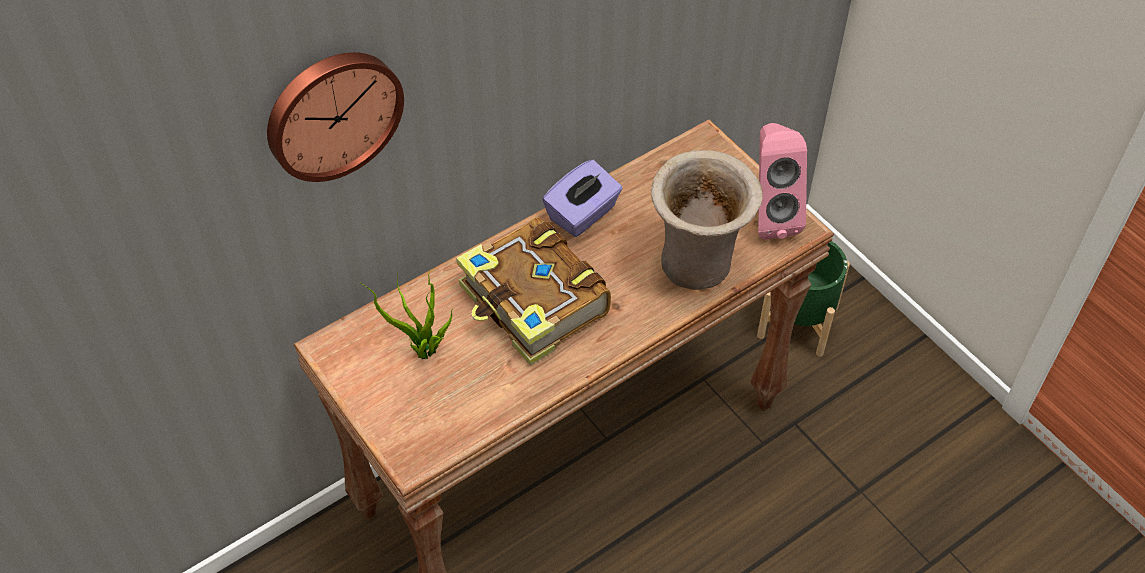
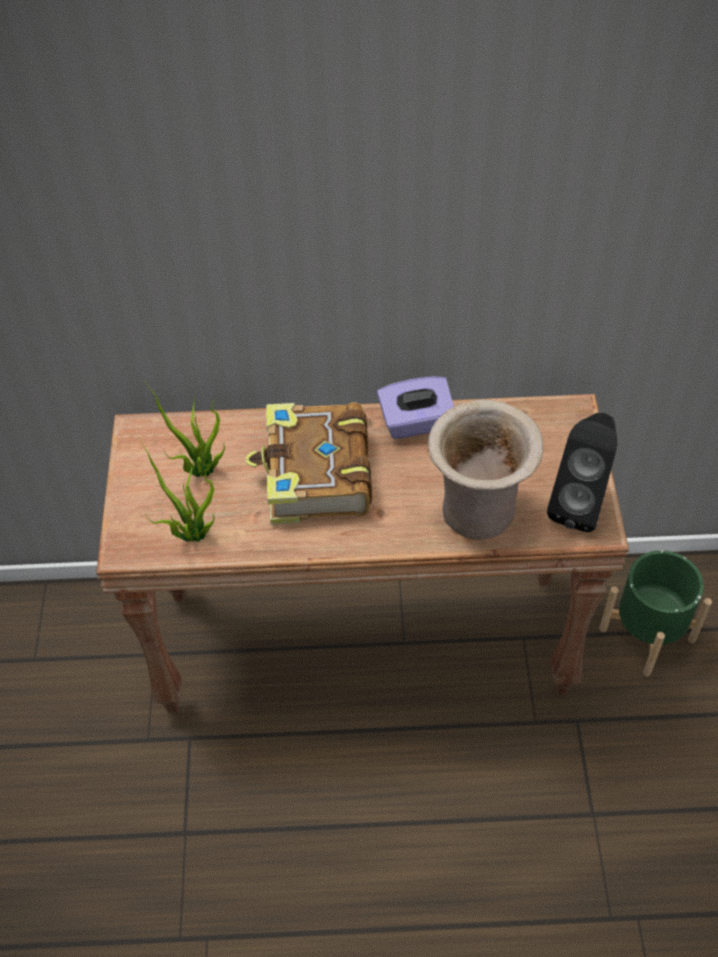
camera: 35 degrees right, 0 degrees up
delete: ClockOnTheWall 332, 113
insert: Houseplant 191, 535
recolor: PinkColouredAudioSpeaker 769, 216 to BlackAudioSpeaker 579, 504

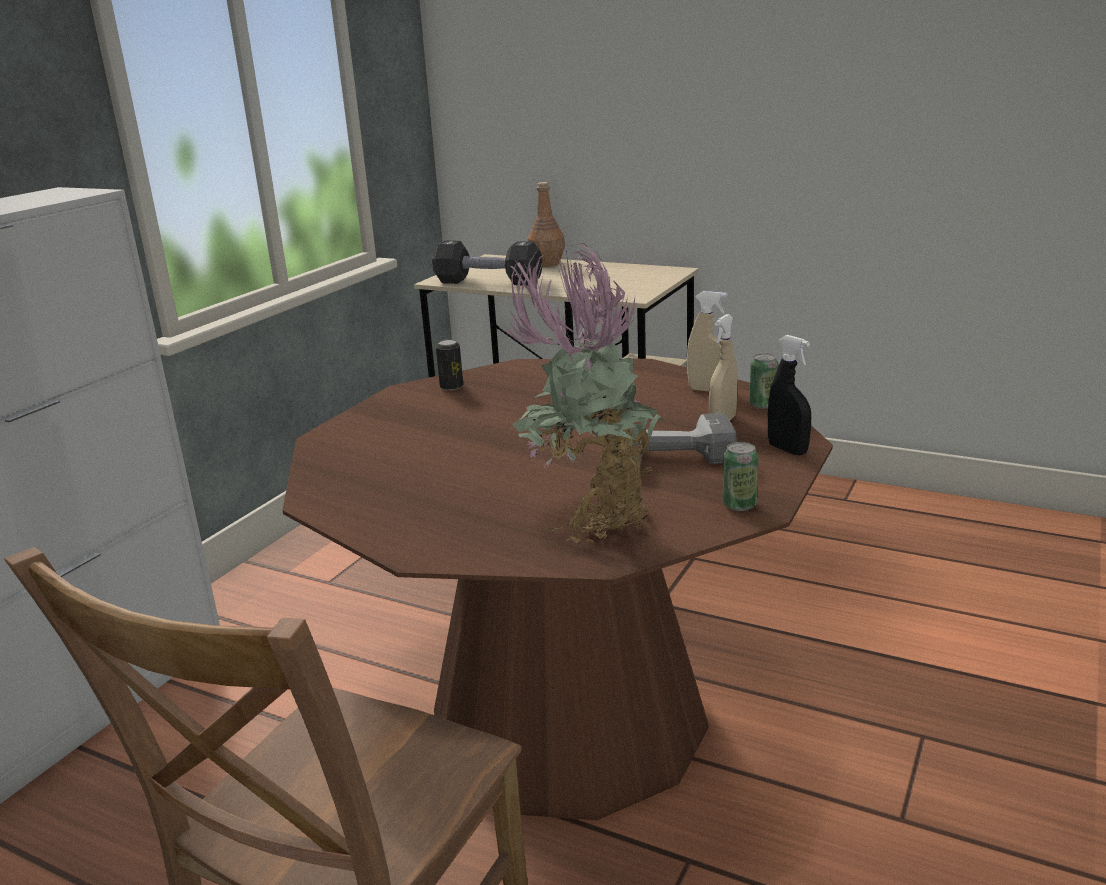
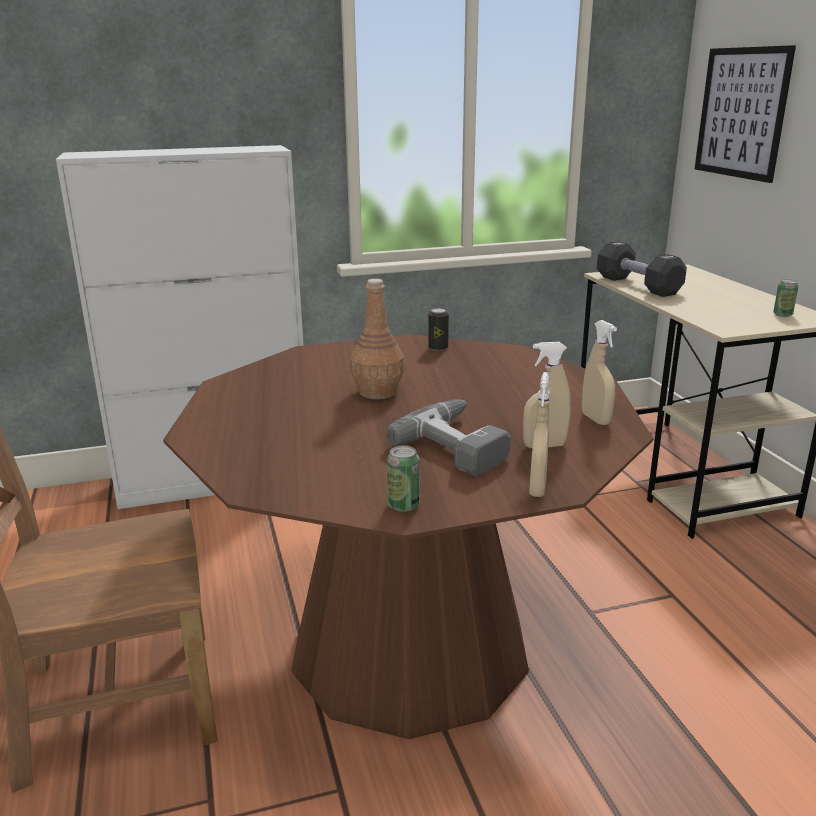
camera: 45 degrees right, 0 degrees up
delete: Houseplant 590, 519
insert: Picture 741, 113
move: BrownColouredDrinkBottle 547, 263 to 377, 392; MetalCan 763, 405 to 782, 315
recolor: BlackSprayBottle 787, 449 to BeigeSprayBottle 537, 488

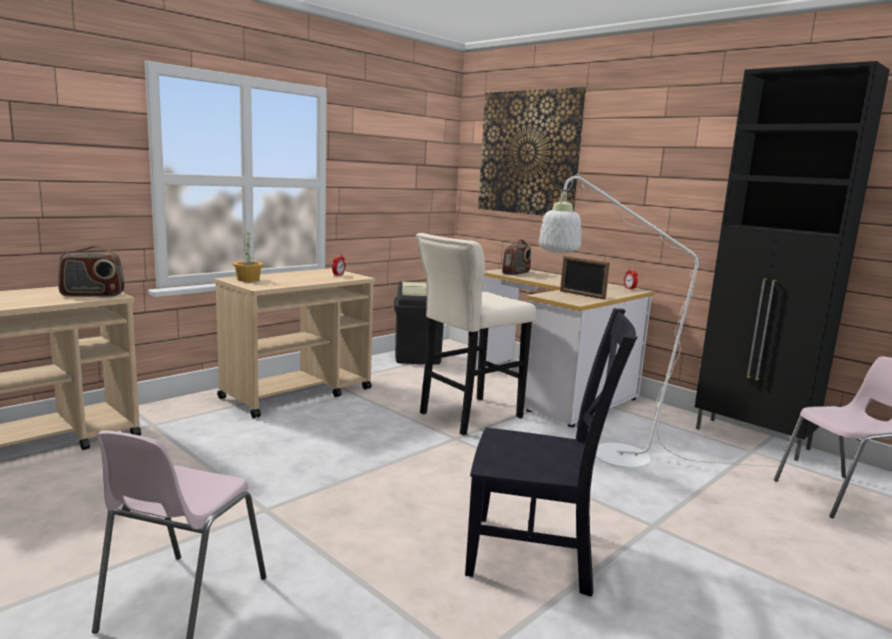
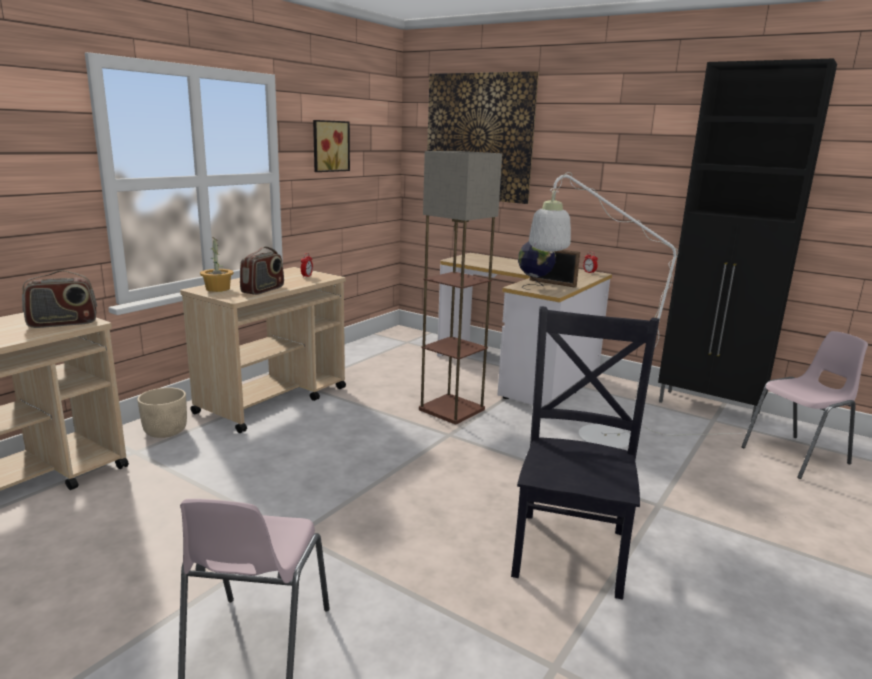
camera: 10 degrees left, 5 degrees up
delete: BlackTrashCan 418, 358
insert: BeigePlantPot 165, 431; Picture 329, 146; DeskGlobe 534, 286
move: RadioReceiver 516, 273 to 263, 290
replace: BeigeStoolSeat 467, 416 to StandingLamp 450, 409
rotate: BlackPlainChair 537, 554 = 571, 548 75 degrees counterclockwise

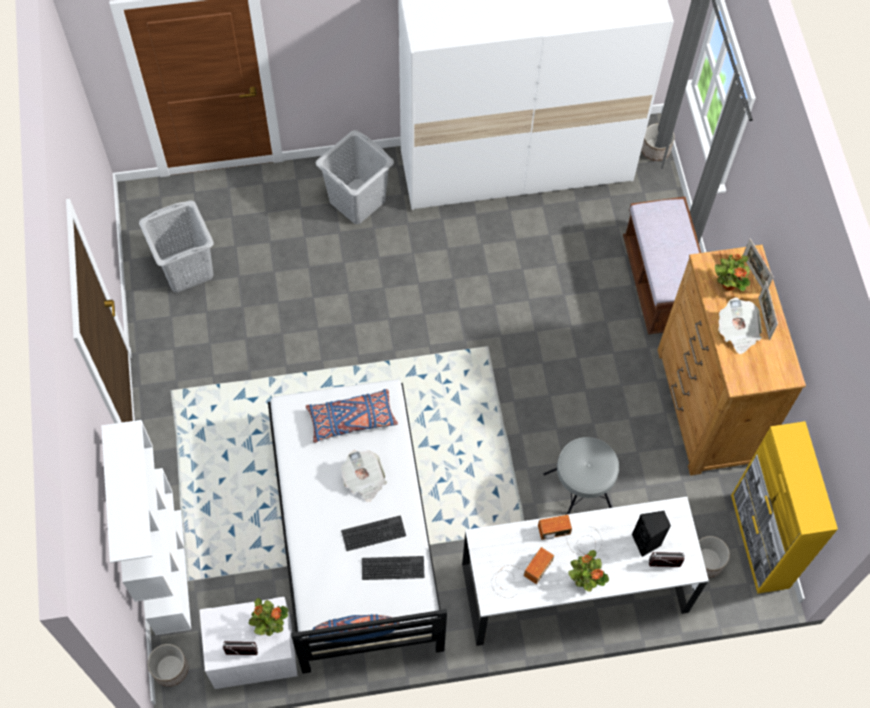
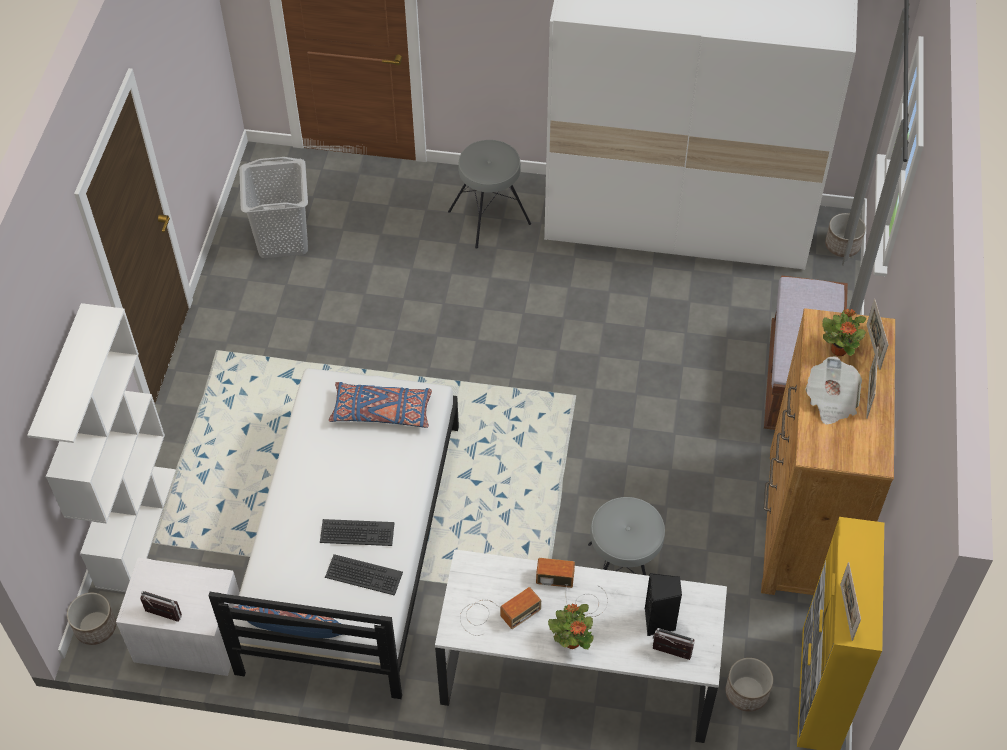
camera: 20 degrees right, 10 degrees down
delete: Houseplant 270, 624; Newspaper 364, 480
insert: PhotoFrame 846, 612
replace: GrayLaundryBasket 358, 201 to GrayStoolSeat 490, 218

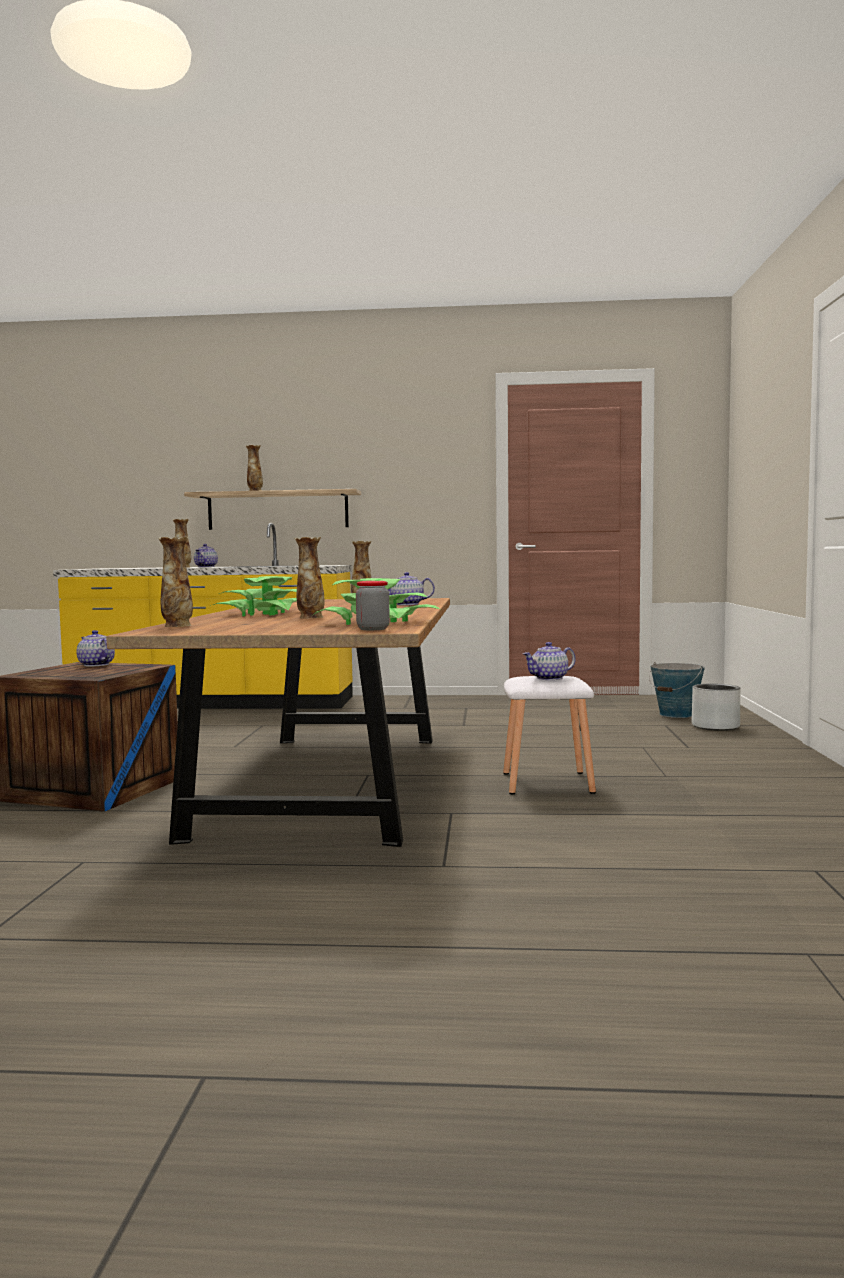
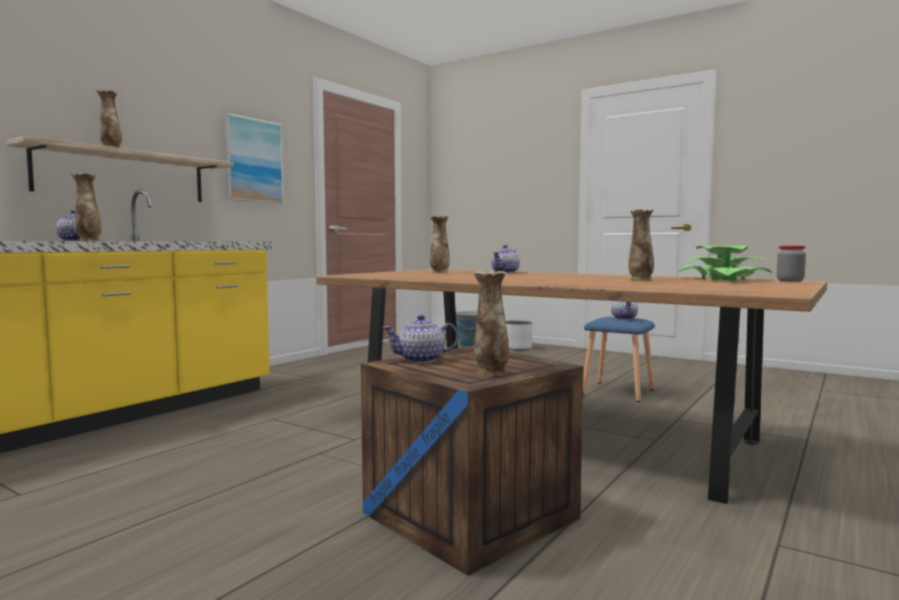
camera: 60 degrees left, 0 degrees up
delete: Houseplant 263, 614
insert: Picture 253, 160
move: Vase 177, 626 to 490, 373
recolor: WhitishStoolSeat 548, 783 to BlueStoolSeat 619, 391

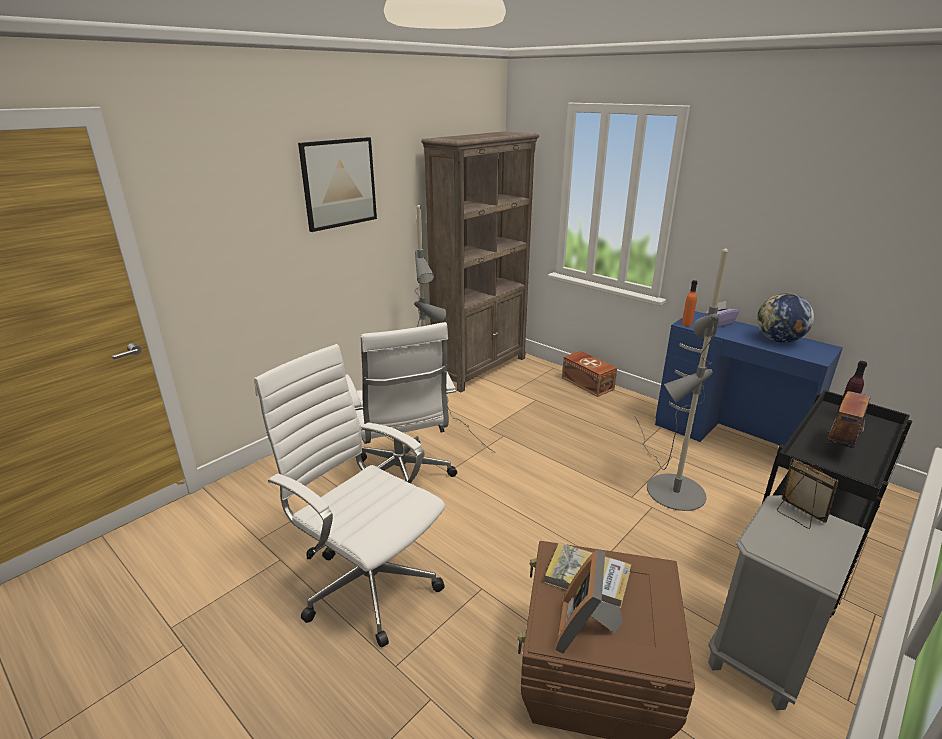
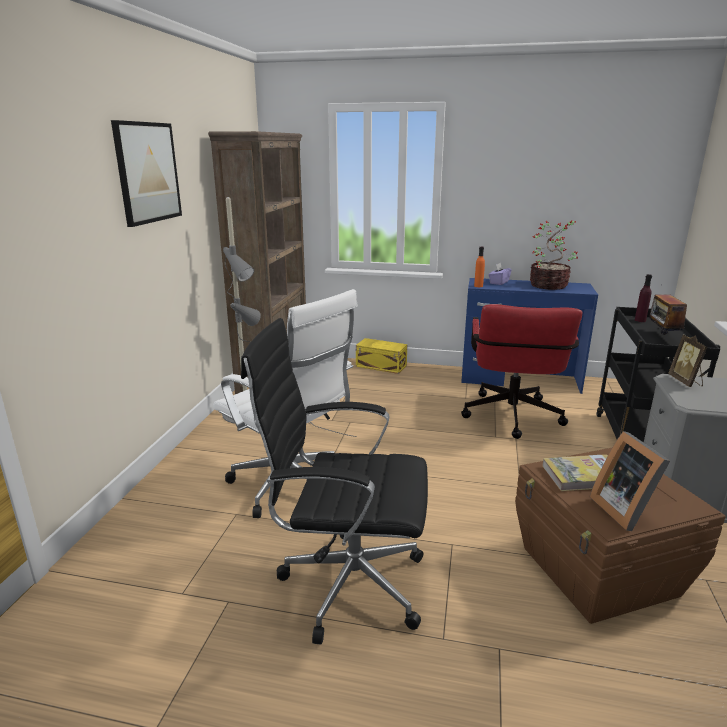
camera: 30 degrees left, 5 degrees down
replace: GrayStandingLamp 670, 483 to RedDeskChair 512, 419; DeskGlobe 778, 340 to Houseplant 549, 285
recolor: WhitishDeskChair 367, 583 to BlackDeskChair 346, 584; BrownColouredStorageContainer 587, 383 to YellowColouredStorageContainer 380, 365
rotate: PhotoFrame 798, 515 = 686, 381 120 degrees counterclockwise

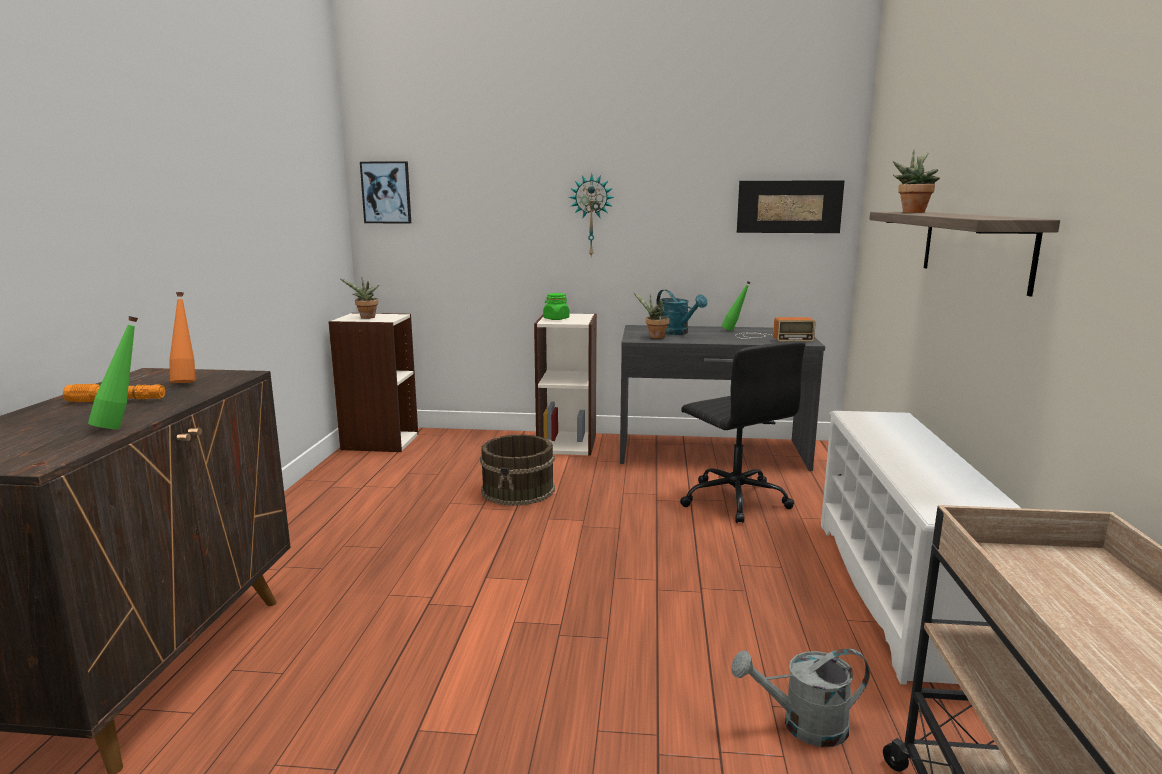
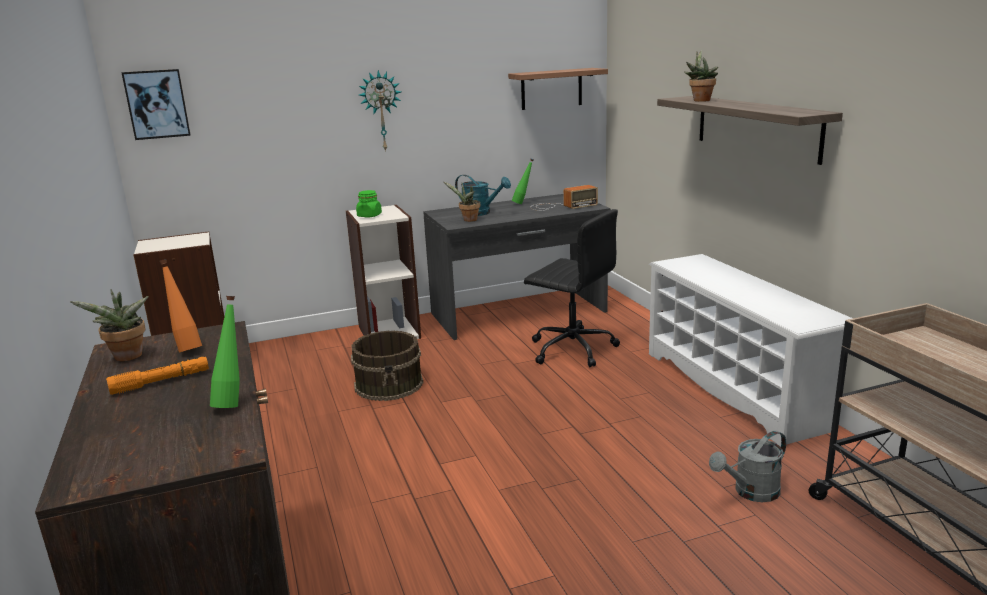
camera: 25 degrees left, 5 degrees up
move: Houseplant 366, 318 to 127, 358
replace: Picture 789, 207 to Shelf 551, 89

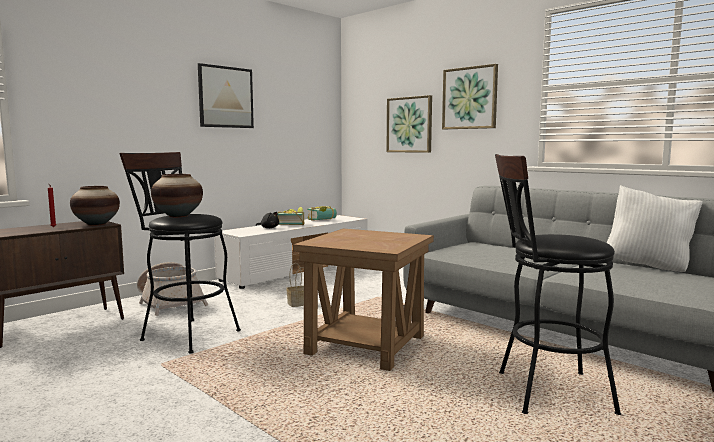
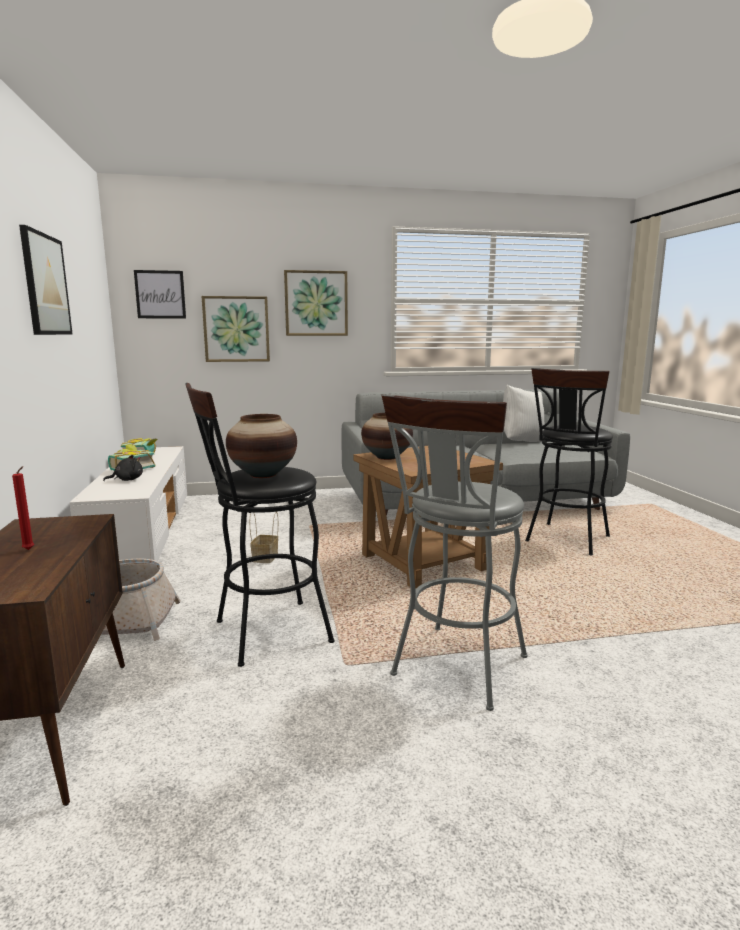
camera: 55 degrees left, 5 degrees up
insert: Picture 160, 294; GrayStoolSeat 455, 671
move: Vase 96, 224 to 387, 457

